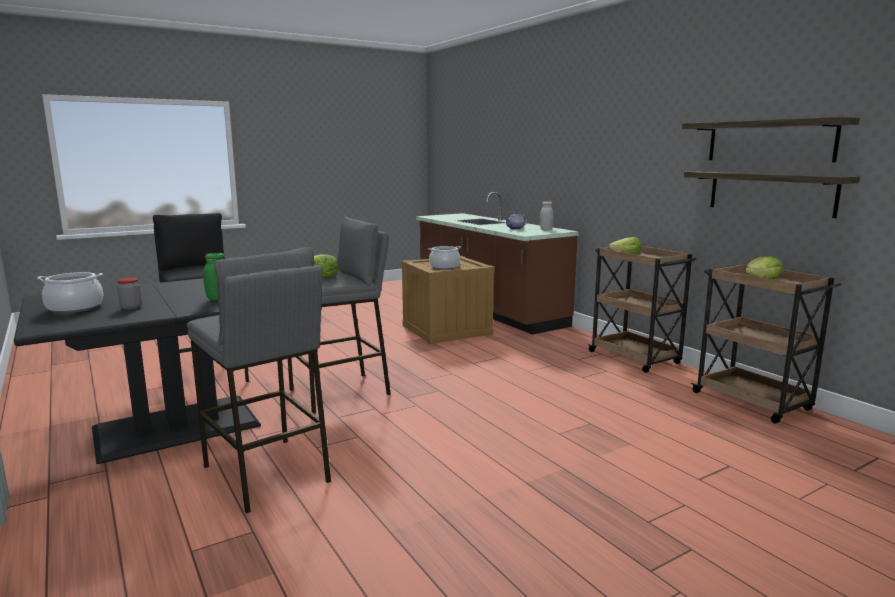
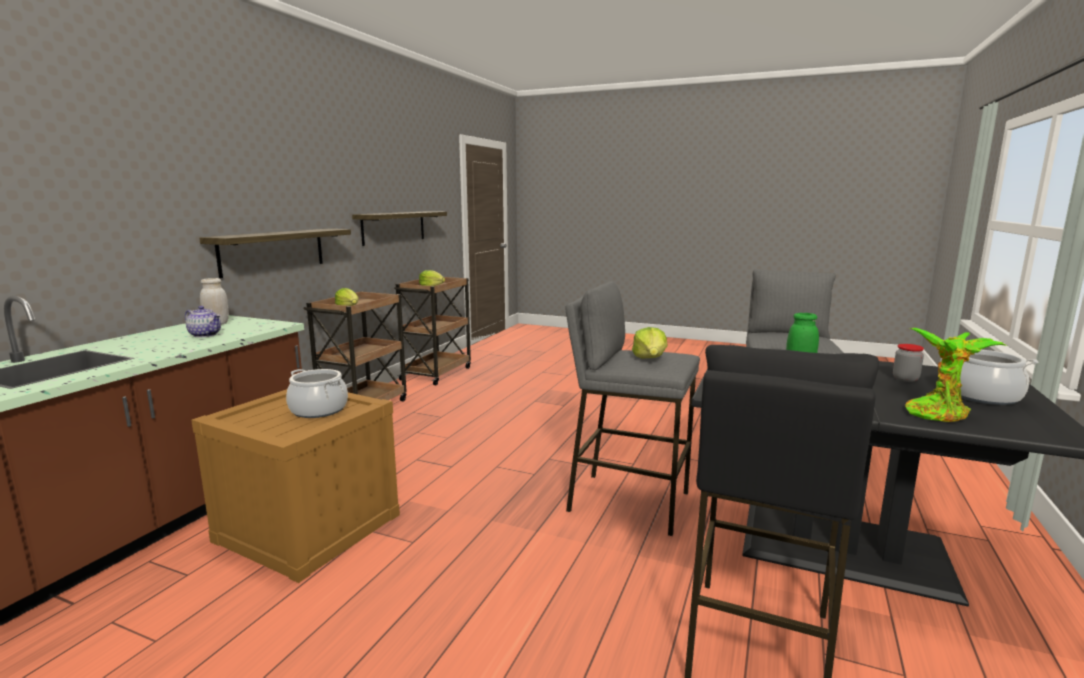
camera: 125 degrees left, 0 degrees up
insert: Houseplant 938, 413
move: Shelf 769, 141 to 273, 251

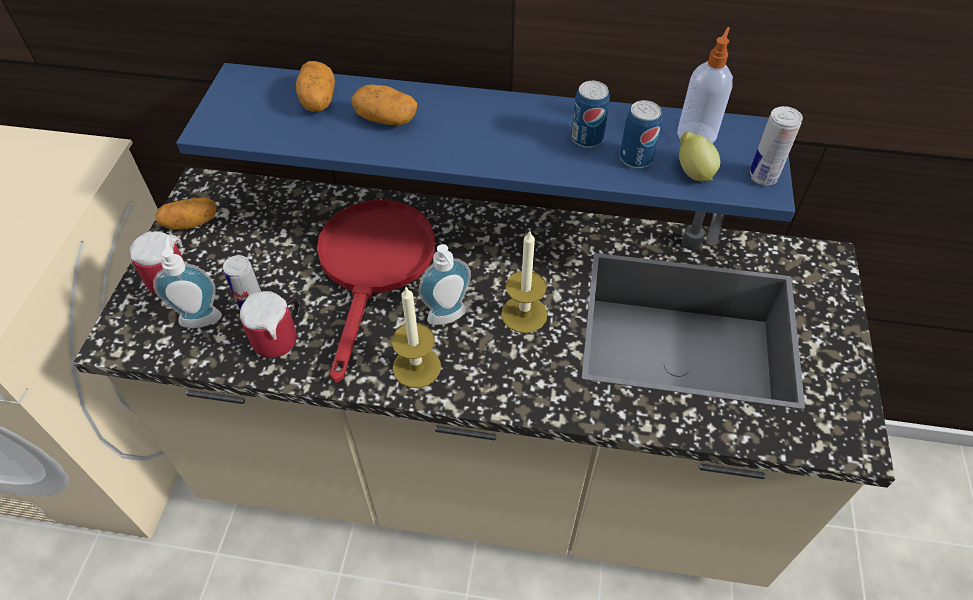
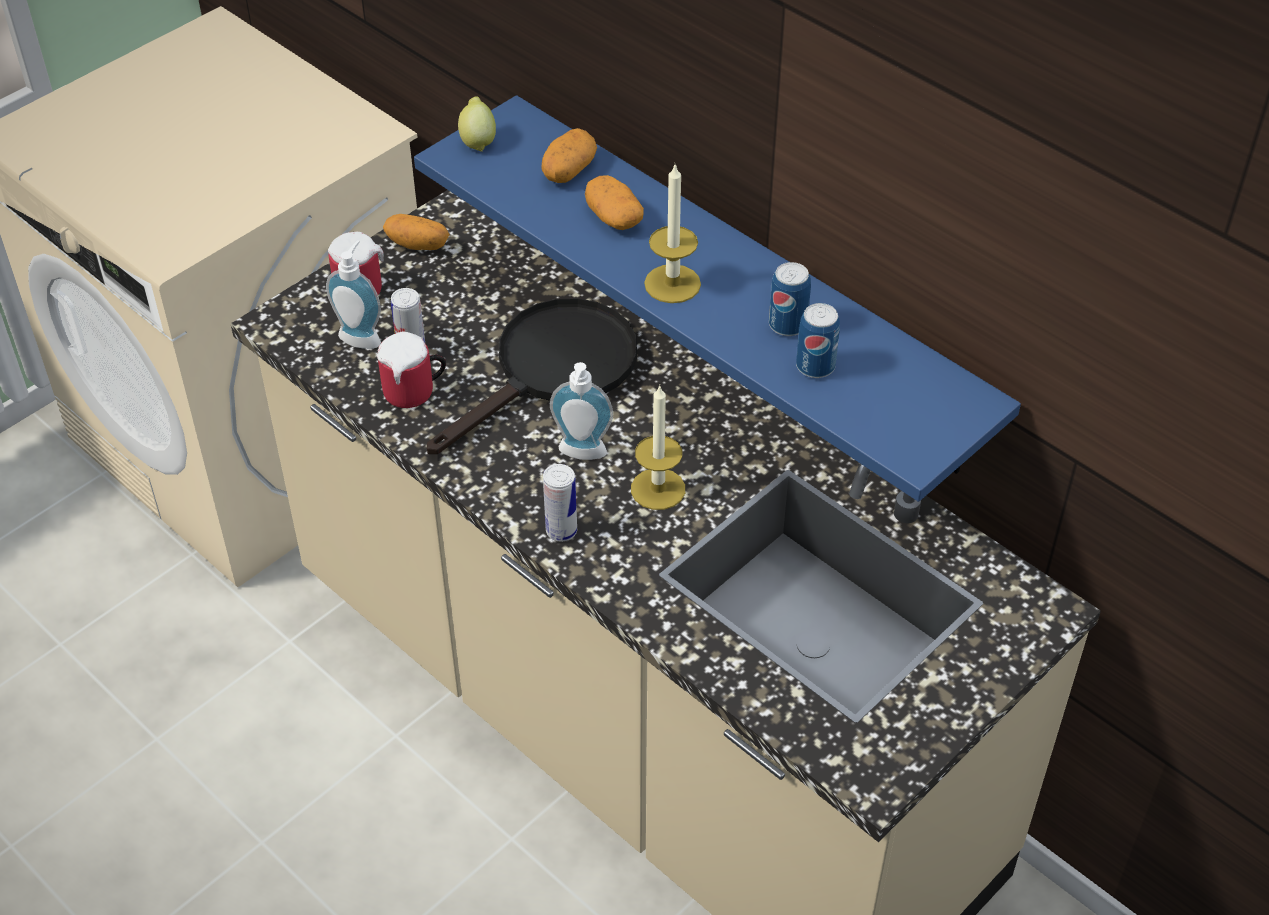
camera: 35 degrees right, 5 degrees down
delete: LiquidSoapBottle 697, 134
move: WaxLight 416, 367 to 672, 284; CitrusFruit 692, 173 to 478, 141; MetalCan 763, 177 to 561, 531
recolor: RedPan 374, 266 to BlackPan 553, 371

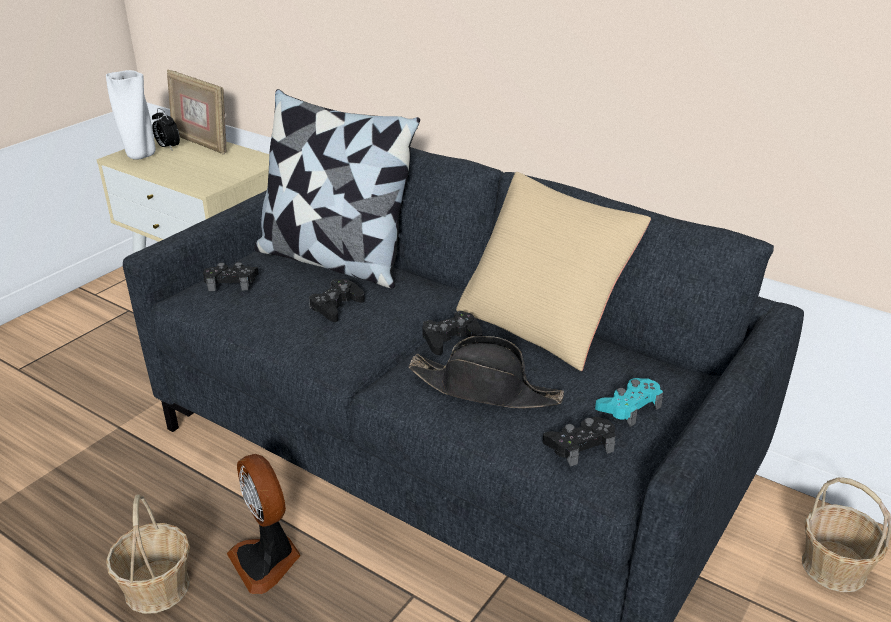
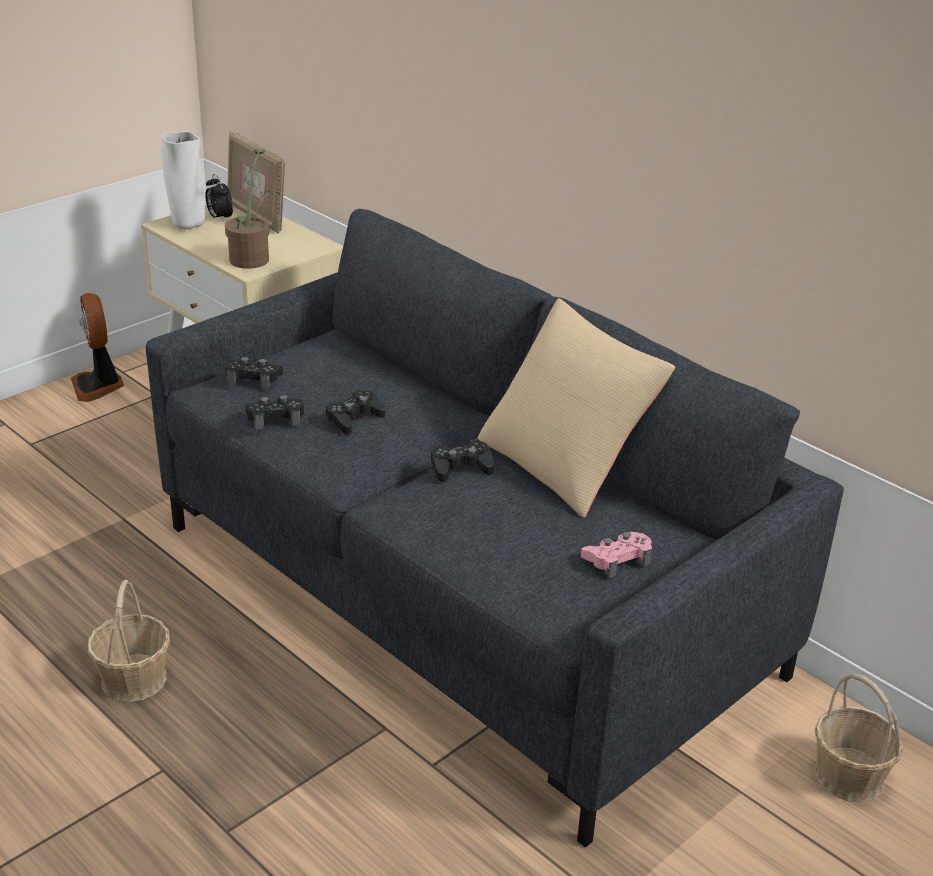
camera: 10 degrees right, 0 degrees up
delete: Pillow 334, 260; BlackClothingHat 485, 389
insert: Houseplant 252, 257
move: CoolingFan 267, 560 to 98, 386; BlackJoypad 579, 445 to 275, 418
recolor: TurquoiseColouredJoypad 629, 407 to PinkColouredJoypad 617, 559

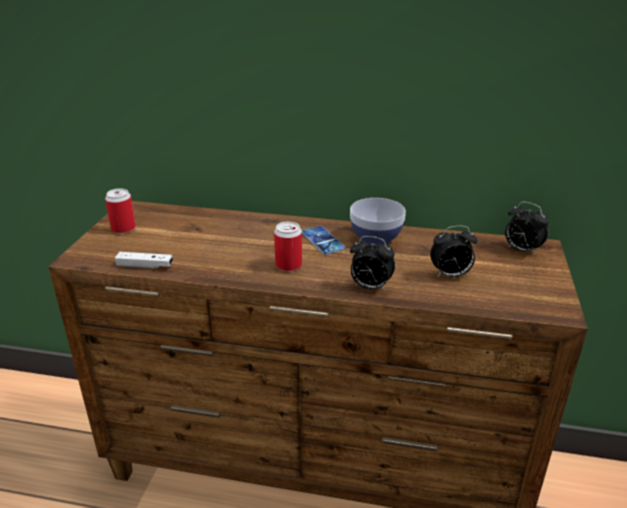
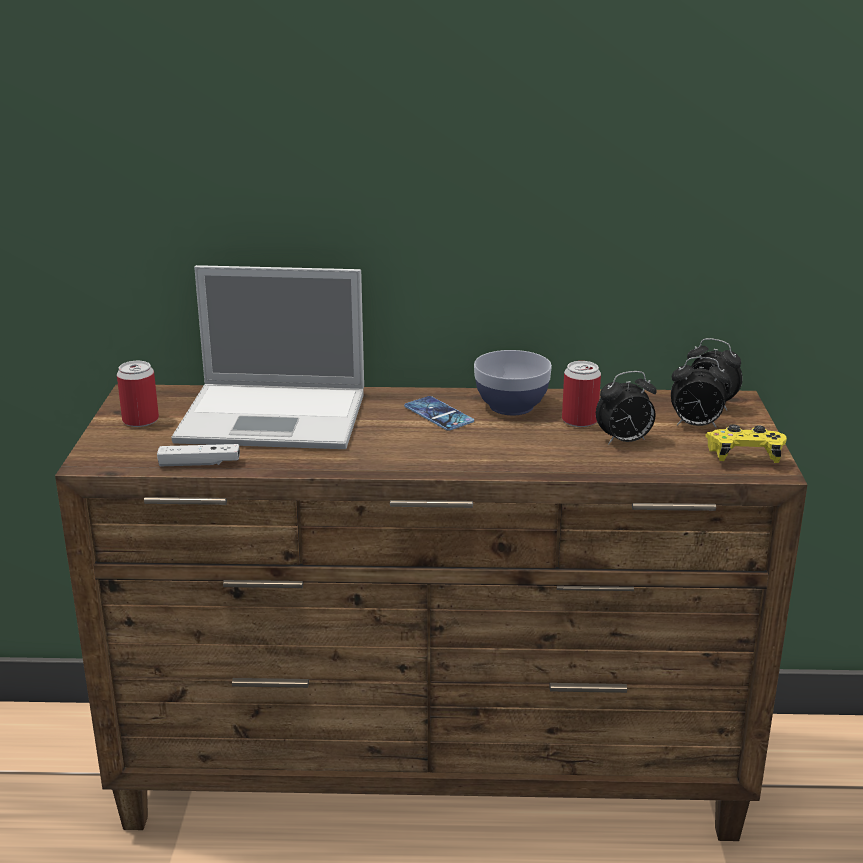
camera: 10 degrees left, 5 degrees down
insert: NotebookComputer 277, 417; YellowColouredJoypad 743, 457
move: MetalCan 288, 265 to 579, 421; BedsideClock 370, 287 to 695, 425

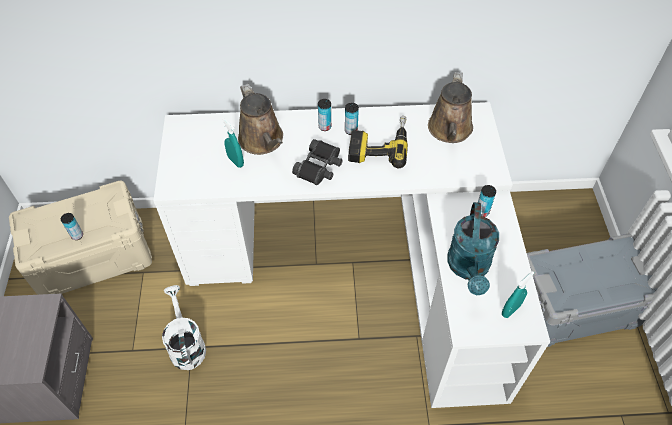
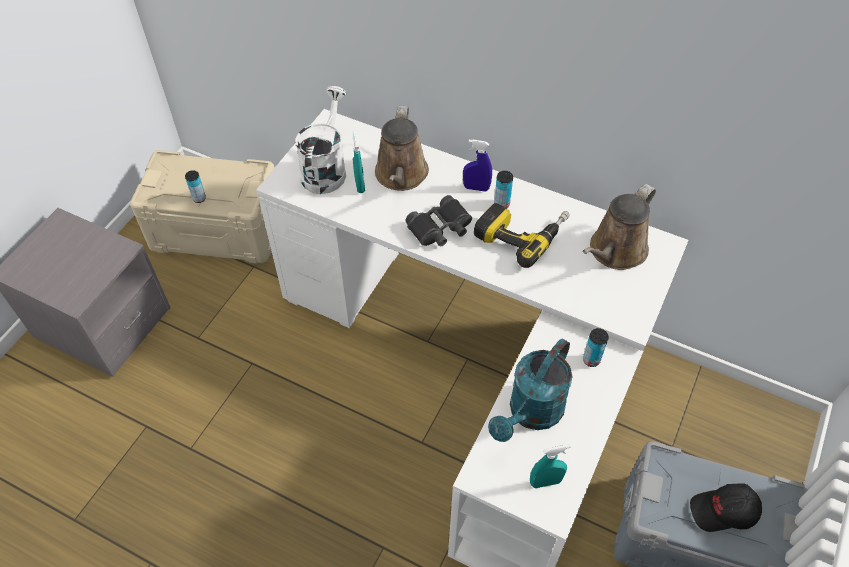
camera: 30 degrees right, 0 degrees up
insert: BlackBaseballCap 724, 512
move: WhitishWateringCan 186, 344 to 325, 168
replace: MetalCan 324, 127 to BlueSprayBottle 476, 188

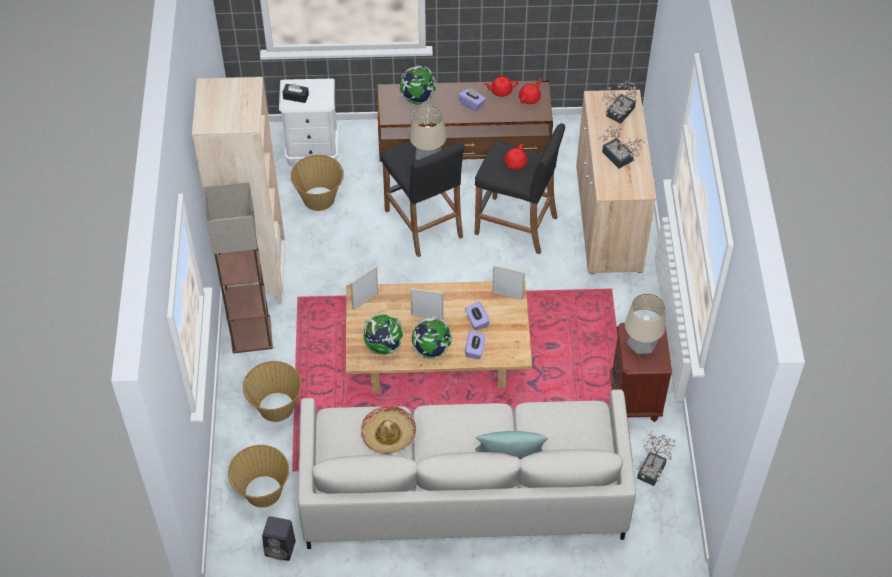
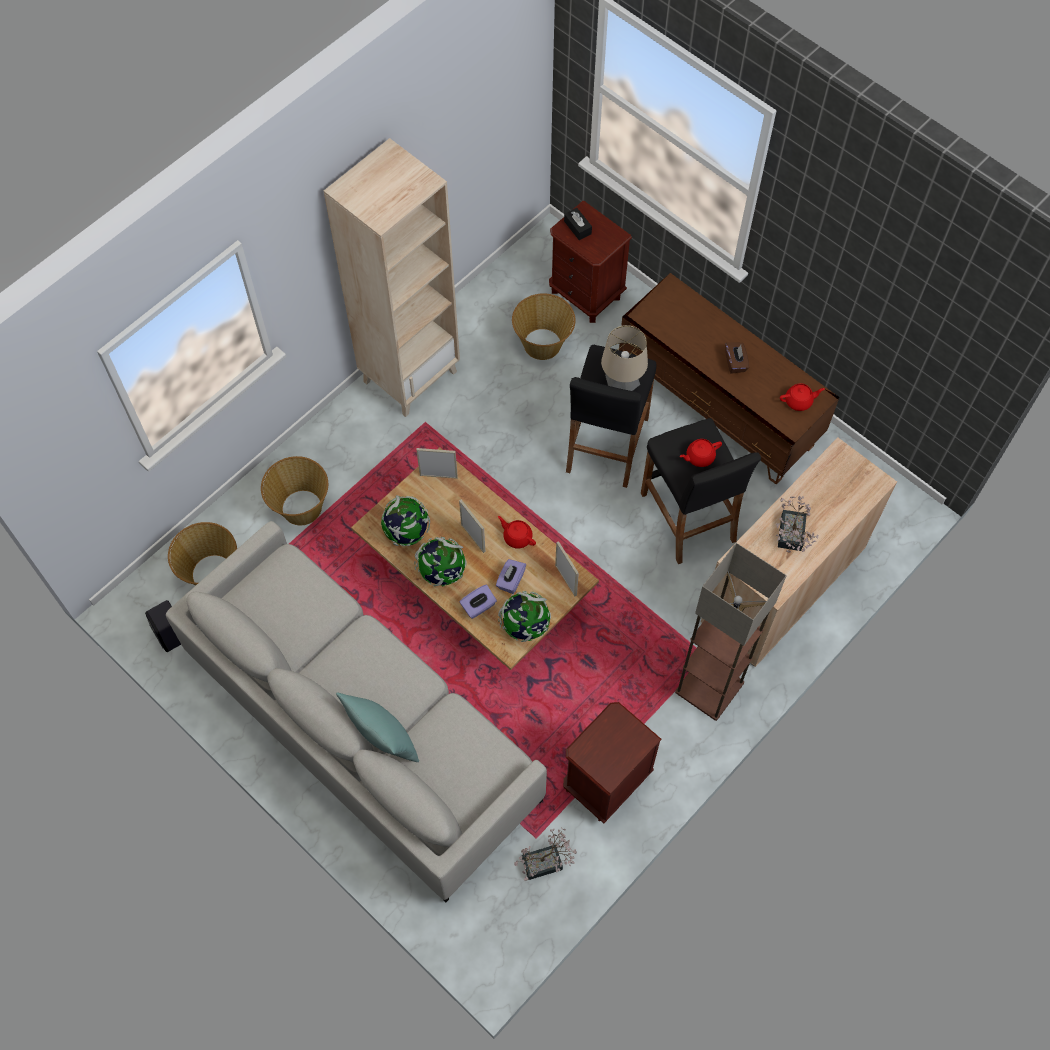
camera: 45 degrees right, 10 degrees up
delete: ClothingHat 388, 434; Houseplant 618, 114; TableLamp 641, 349
move: StandingLamp 250, 334 to 709, 686; DeskGlobe 417, 99 to 525, 626; RedTeapot 501, 91 to 517, 537
recolor: WhitishNightstand 313, 151 to BrownColouredNightstand 586, 294; PurpleColouredBoxOfTissues 472, 104 to BrownColouredBoxOfTissues 735, 363

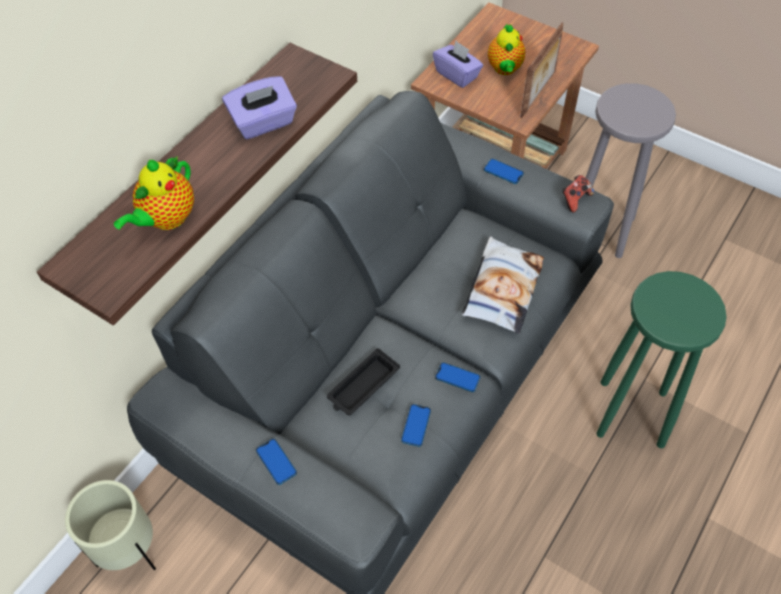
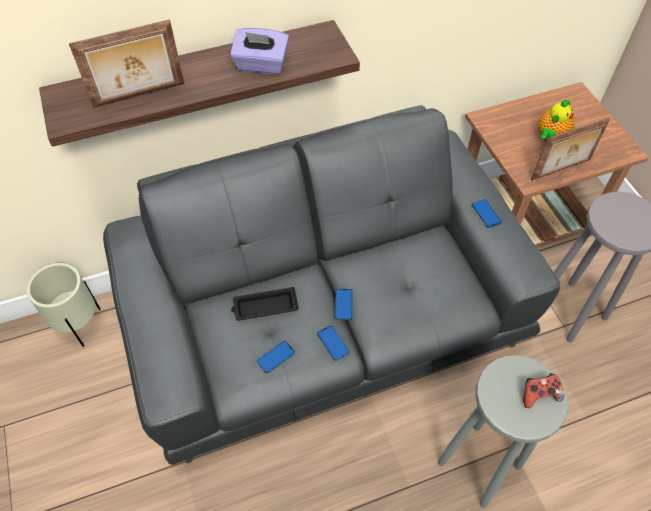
camera: 35 degrees right, 0 degrees up
delete: PurpleColouredBoxOfTissues 457, 75; Pillow 501, 289
move: Handset 276, 462 to 343, 304; Joypad 575, 199 to 539, 394
replace: Teapot 166, 219 to PhotoFrame 139, 96
recolor: GreenishStoolSeat 630, 412 to GrayStoolSeat 478, 463

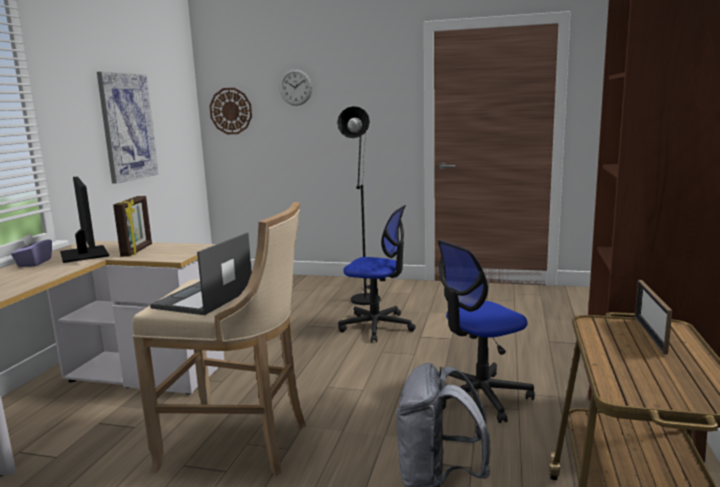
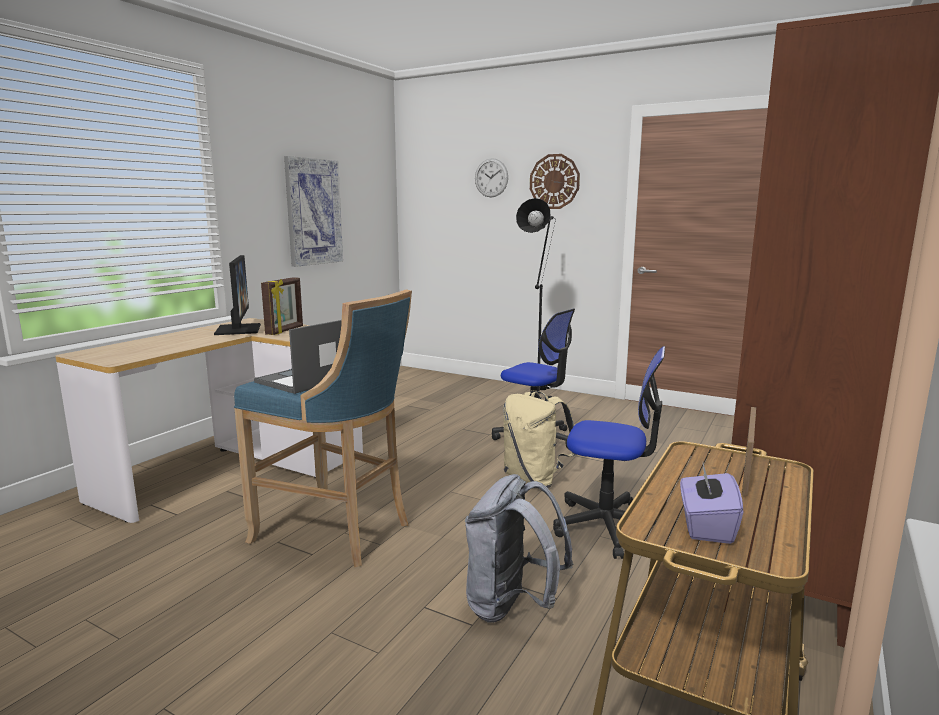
camera: 15 degrees right, 0 degrees up
insert: BeigeKnapsack 535, 479
move: PurpleColouredBoxOfTissues 34, 263 to 706, 526; ClockOnTheWall 231, 111 to 554, 181
recolor: BeigeStoolSeat 240, 444 to BlueStoolSeat 338, 531
rotate: DeskChair 480, 396 = 608, 526 150 degrees counterclockwise

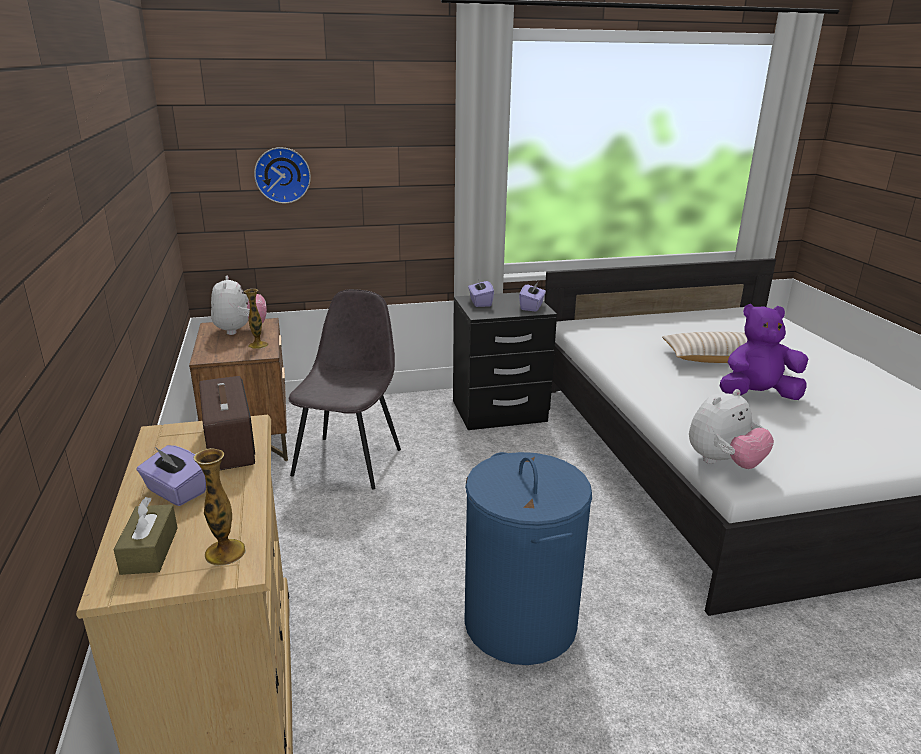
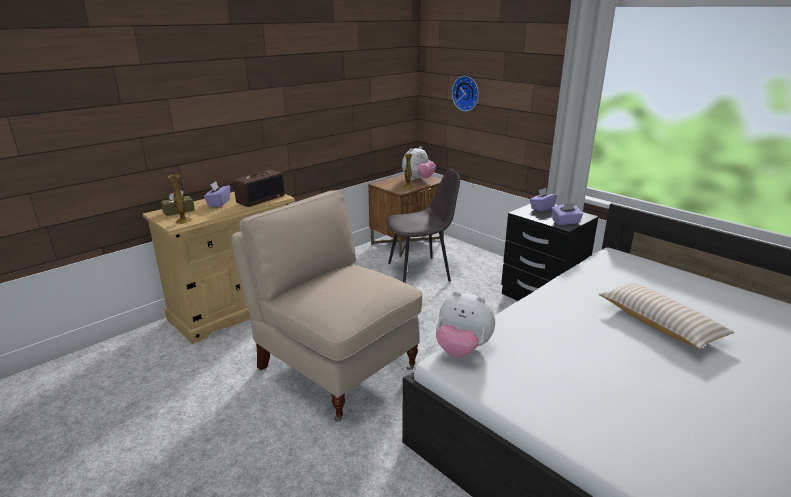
camera: 60 degrees right, 0 degrees up
delete: PurpleColouredCuddlyToy 757, 396
replace: BlueLaundryBasket 519, 622 to BeigePlainChair 334, 367

